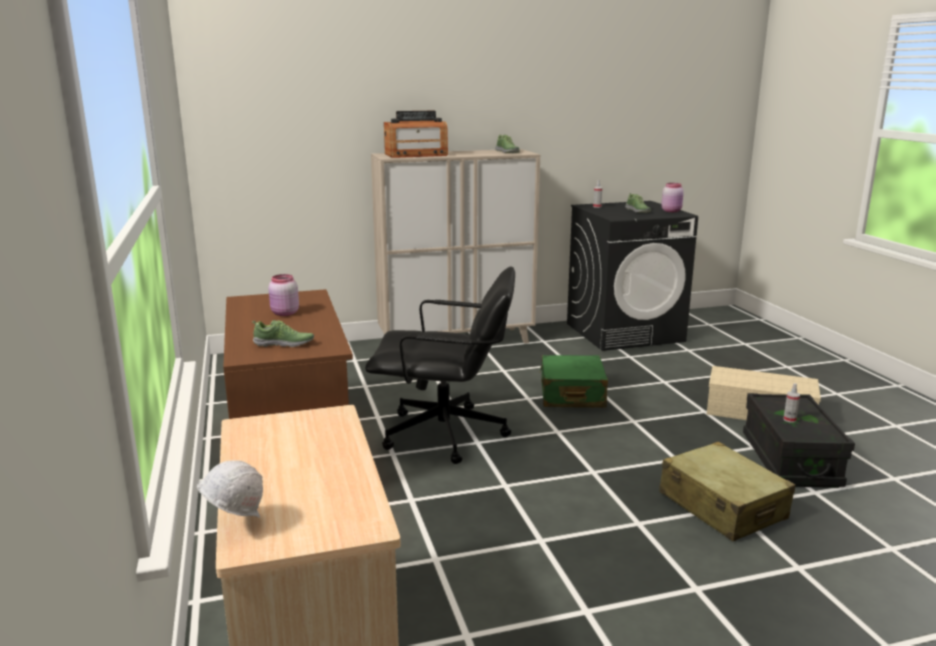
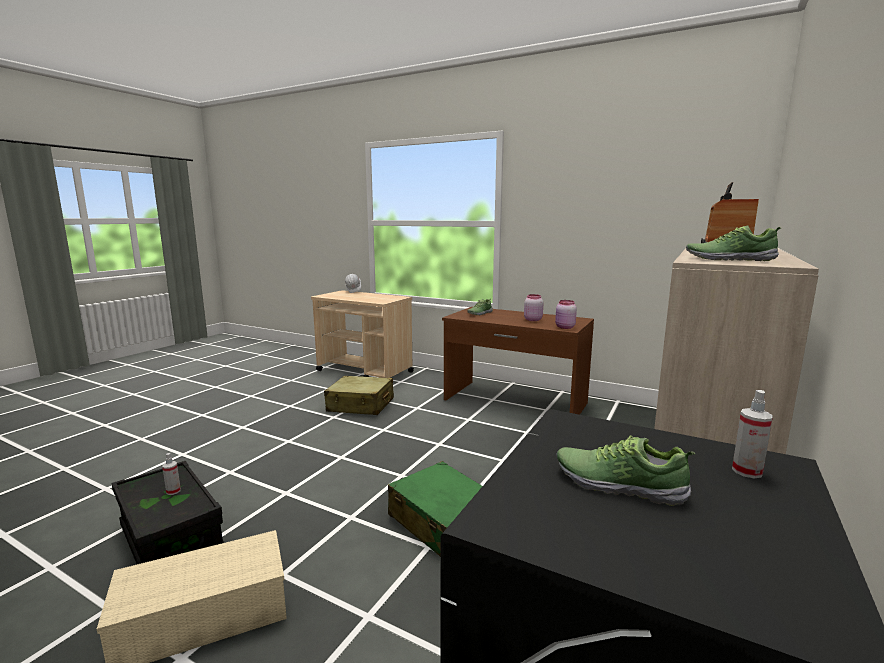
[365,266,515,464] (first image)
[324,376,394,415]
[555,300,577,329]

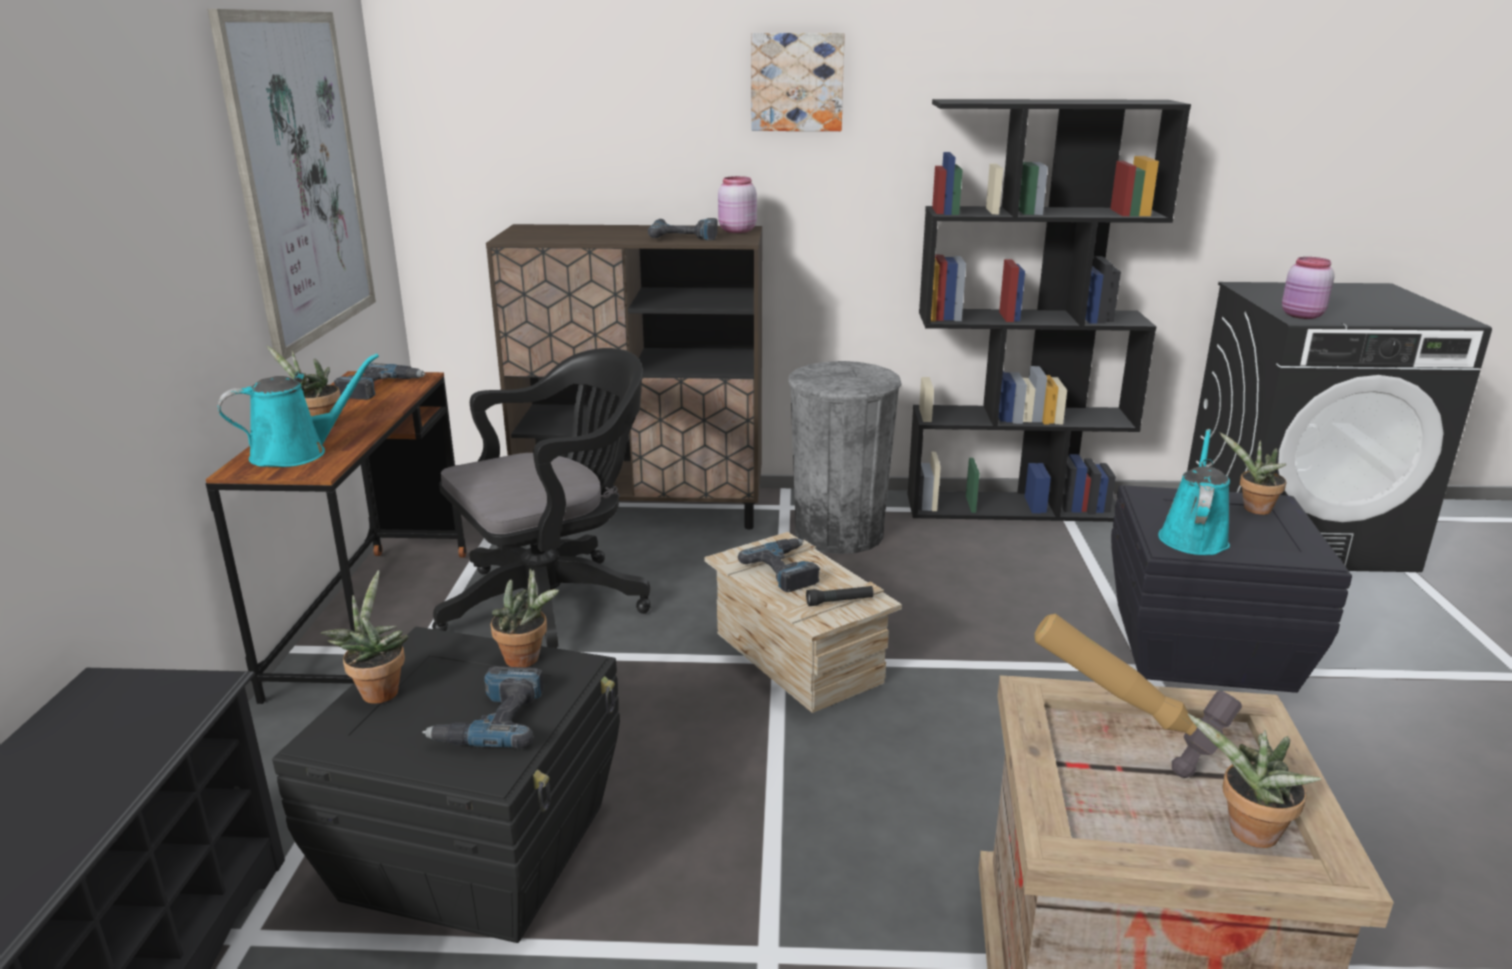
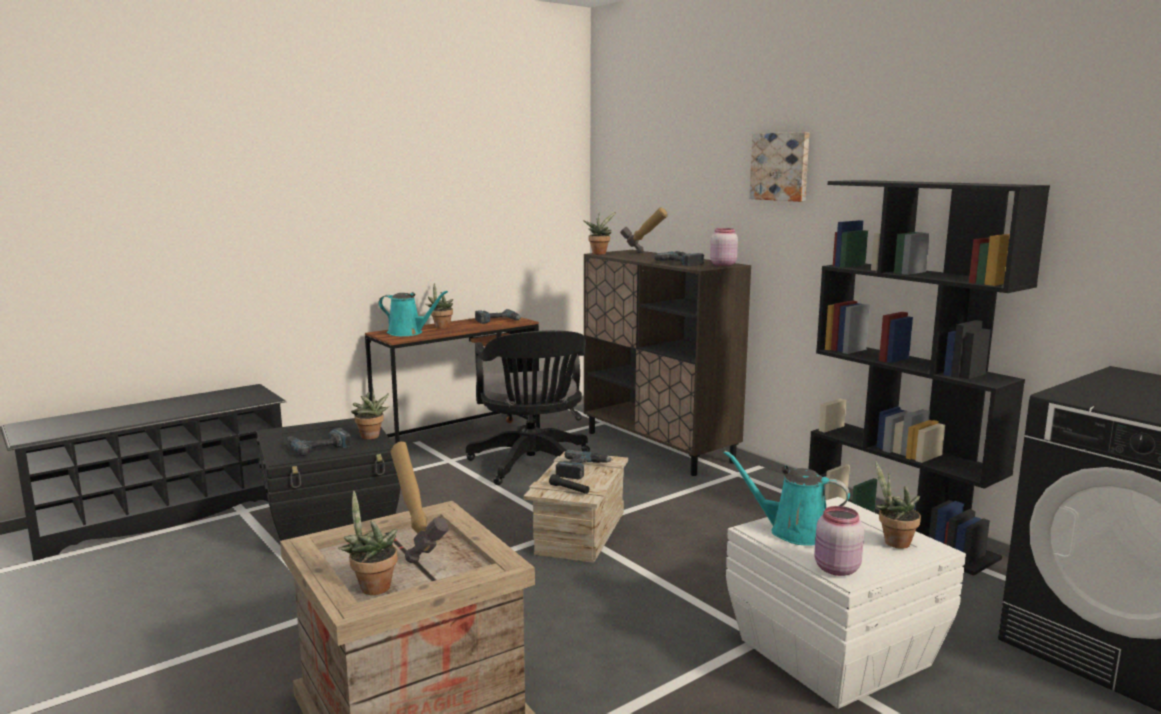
[208,9,376,361] (first image)
[788,361,901,554] (first image)
[620,207,668,253]
[583,212,616,254]
[814,506,864,576]
[726,497,966,709]
[466,330,590,485]
[724,451,850,546]

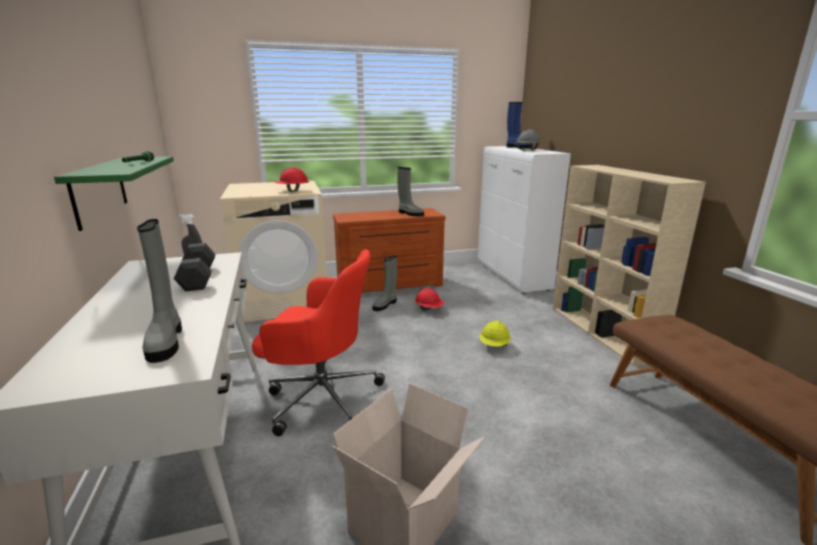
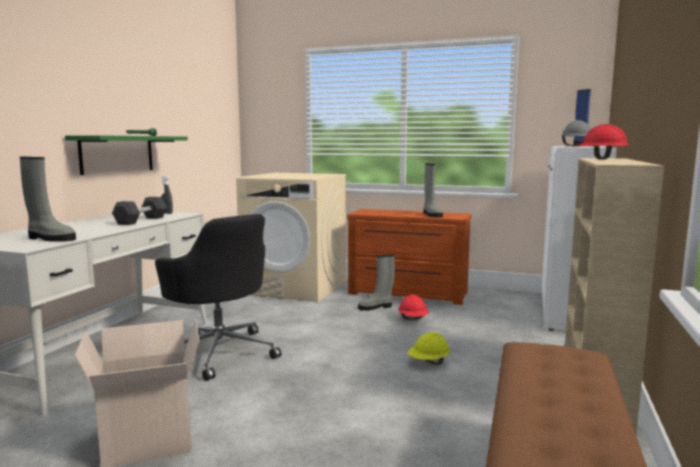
[574,124,629,159]
[155,214,281,381]
[20,157,76,242]

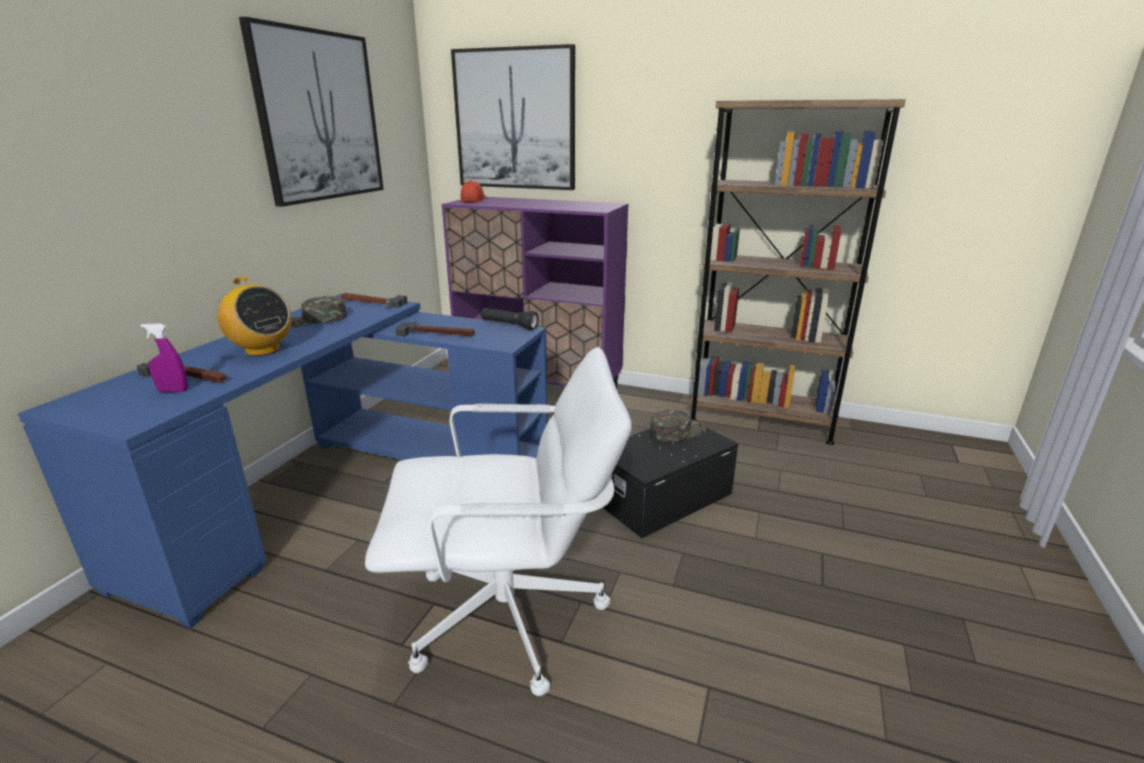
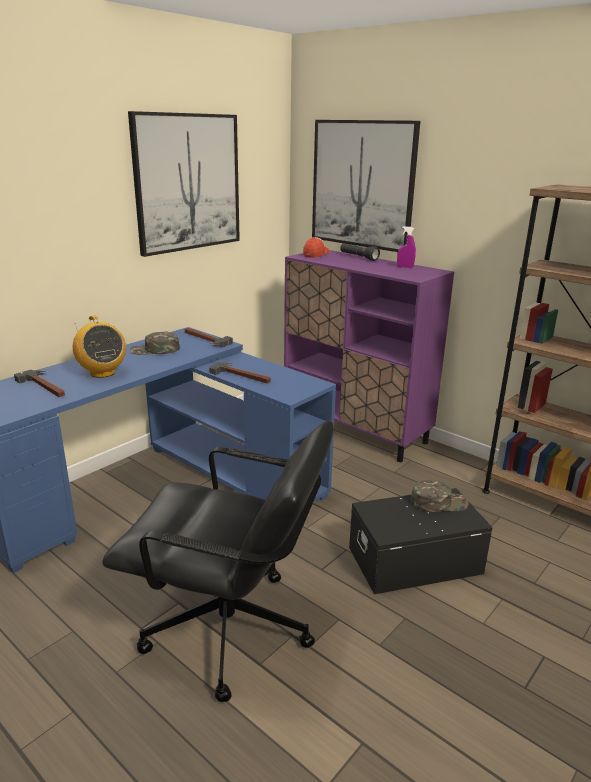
[397,226,416,268]
[340,244,380,261]
[102,420,334,702]

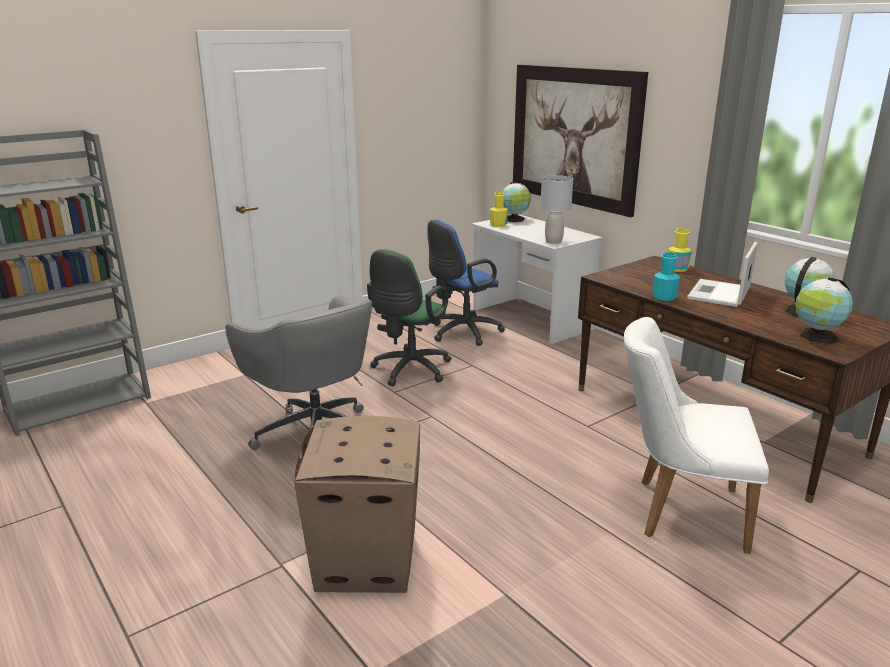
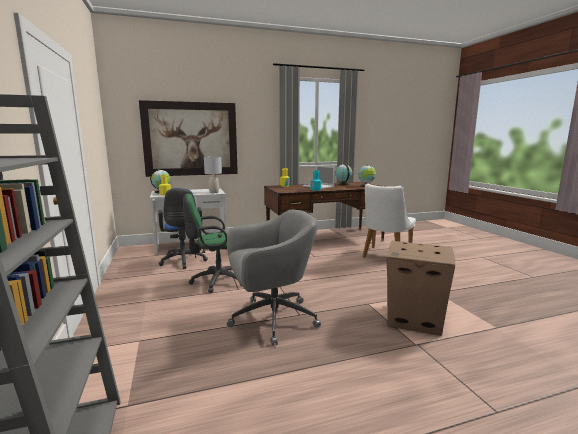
[183,194,241,293]

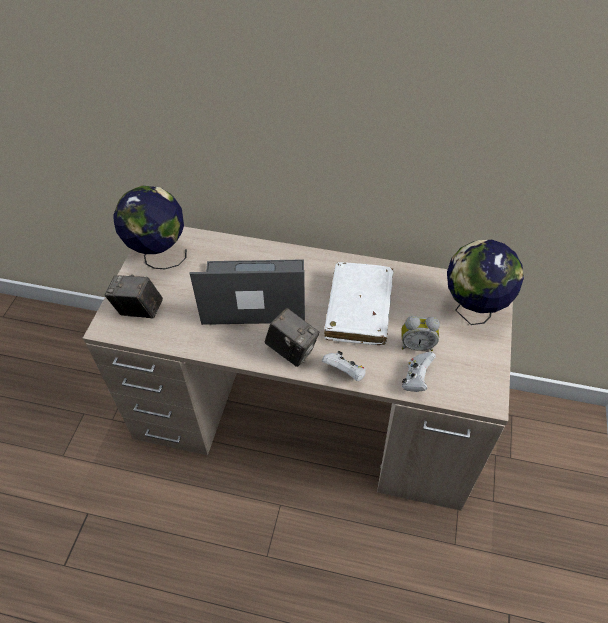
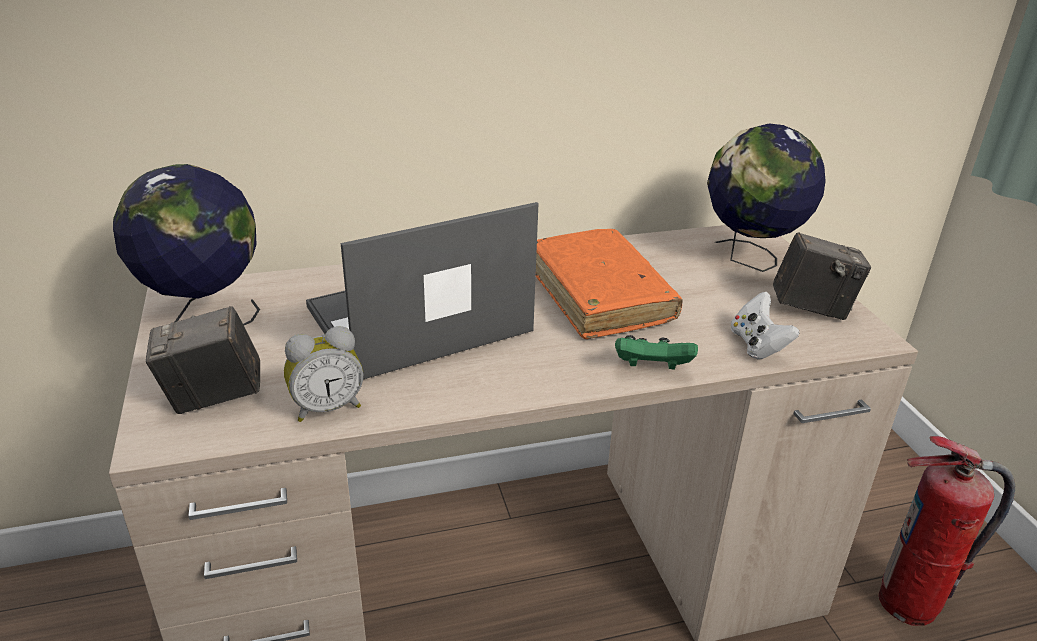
[879,436,1015,626]
[773,232,871,320]
[284,326,363,422]
[615,335,698,370]
[536,229,683,339]

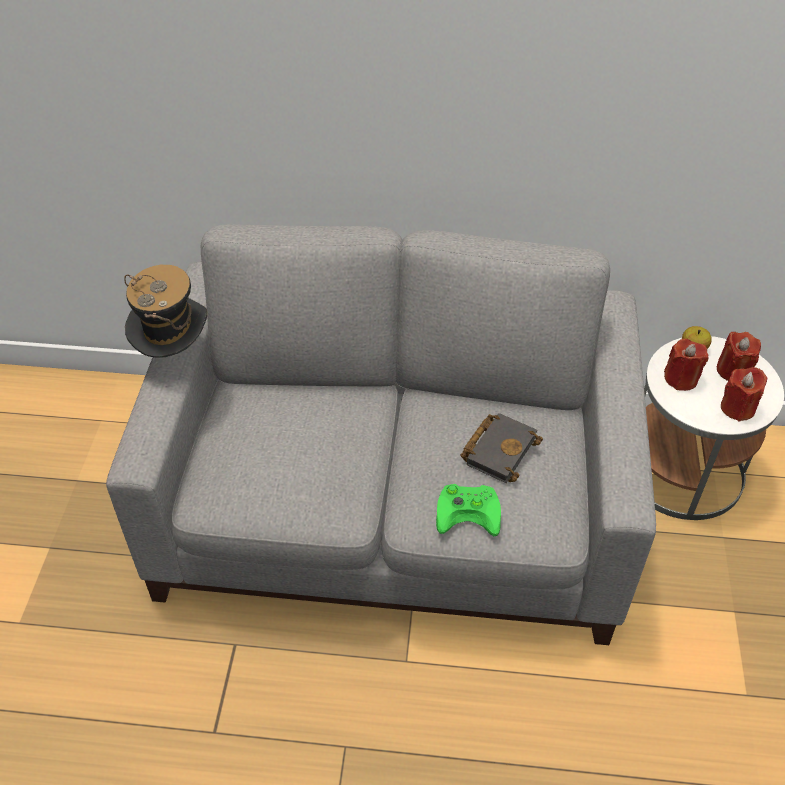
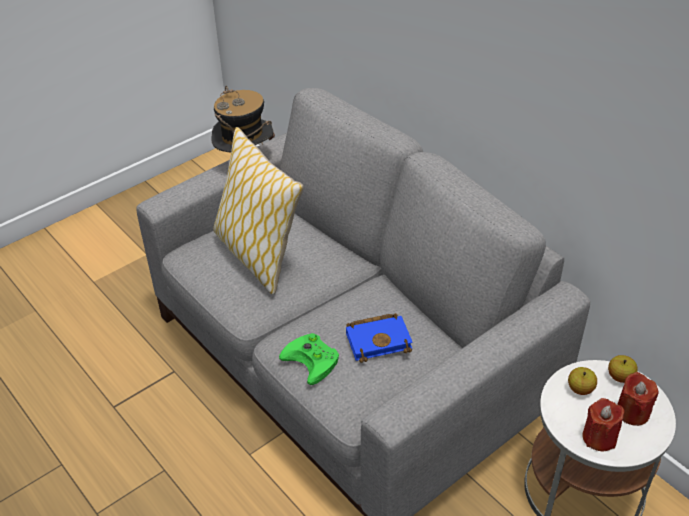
[213,127,304,294]
[568,367,597,395]
[346,313,413,363]

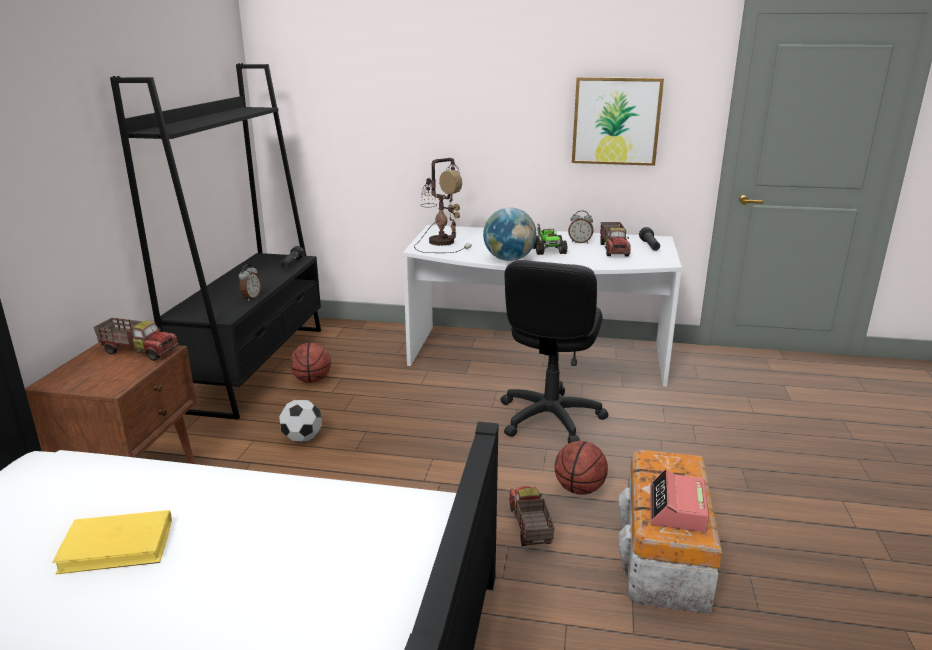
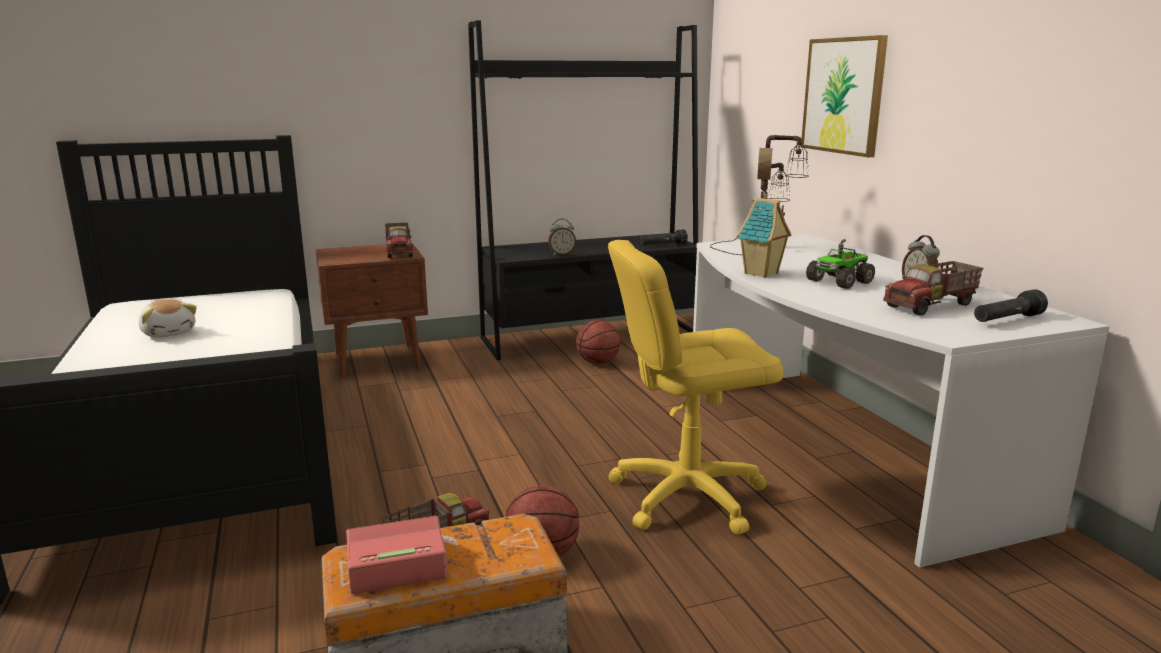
[279,400,322,442] (first image)
[801,35,888,157]
[139,299,197,338]
[737,197,791,278]
[608,240,783,534]

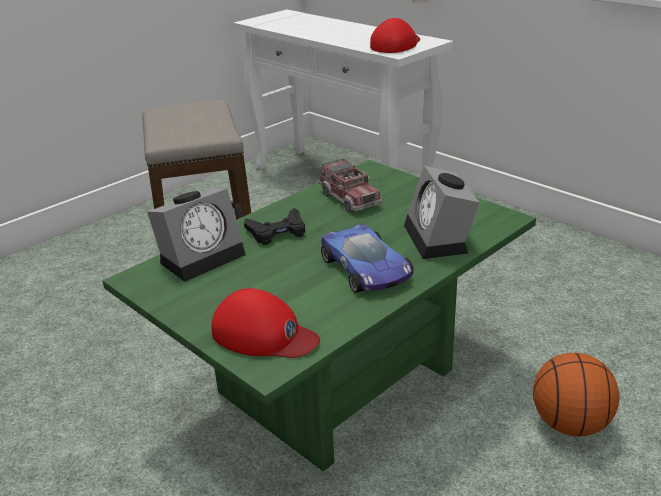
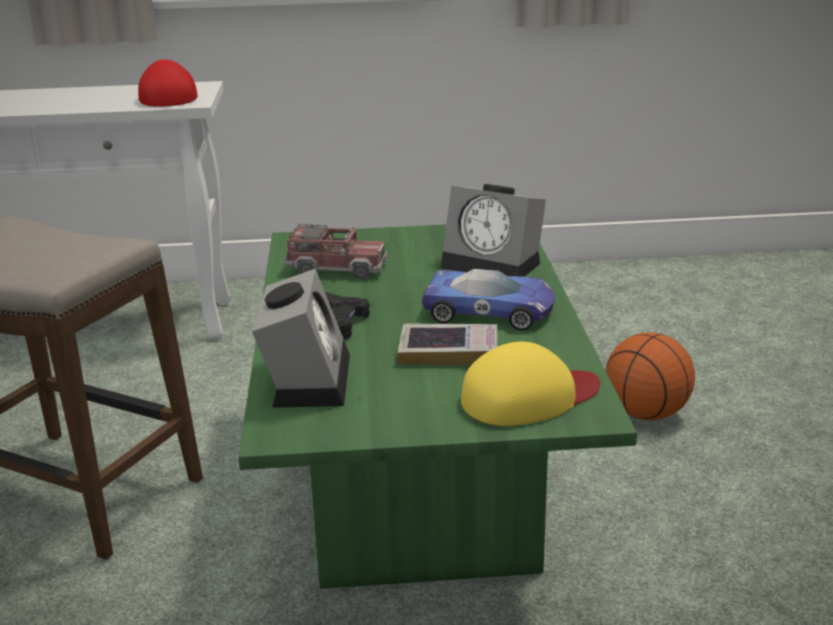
[397,323,497,365]
[461,342,600,426]

